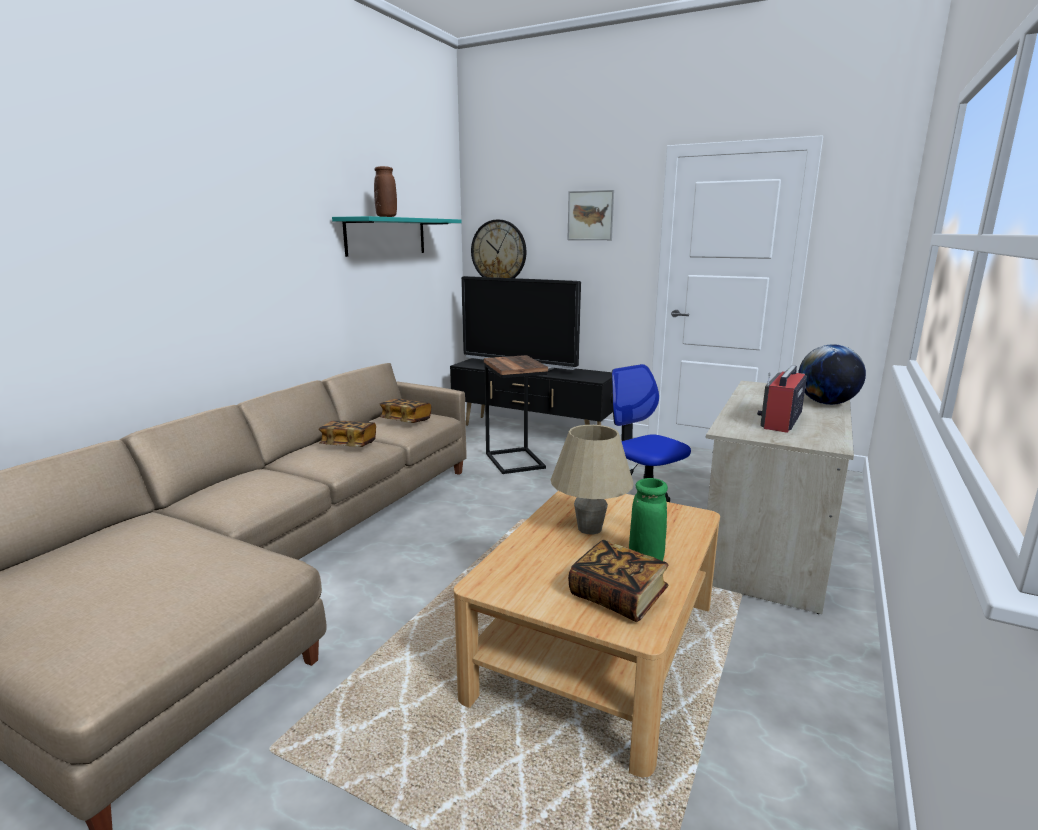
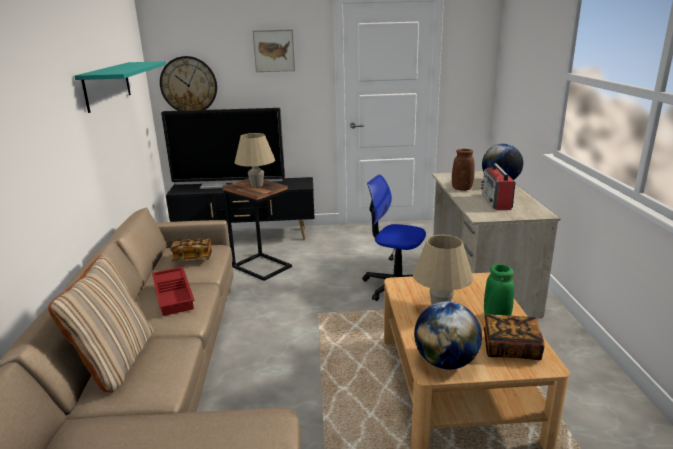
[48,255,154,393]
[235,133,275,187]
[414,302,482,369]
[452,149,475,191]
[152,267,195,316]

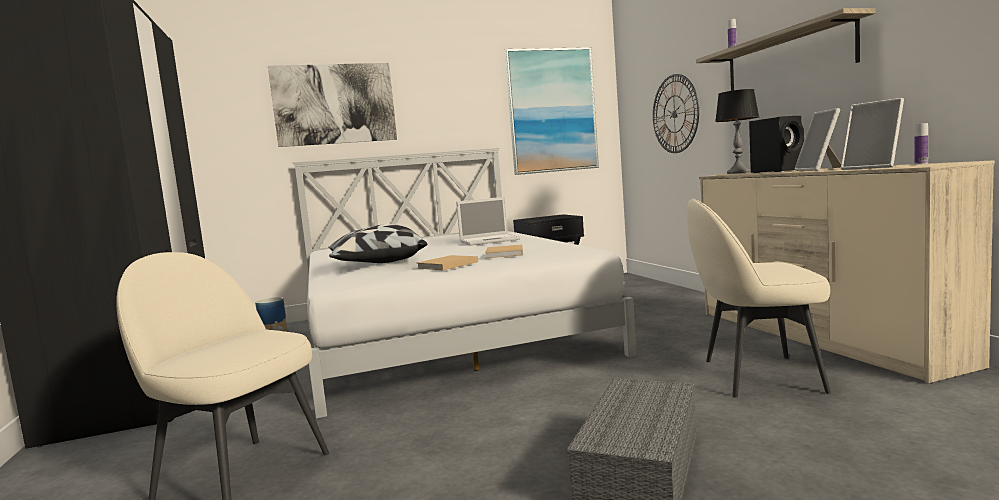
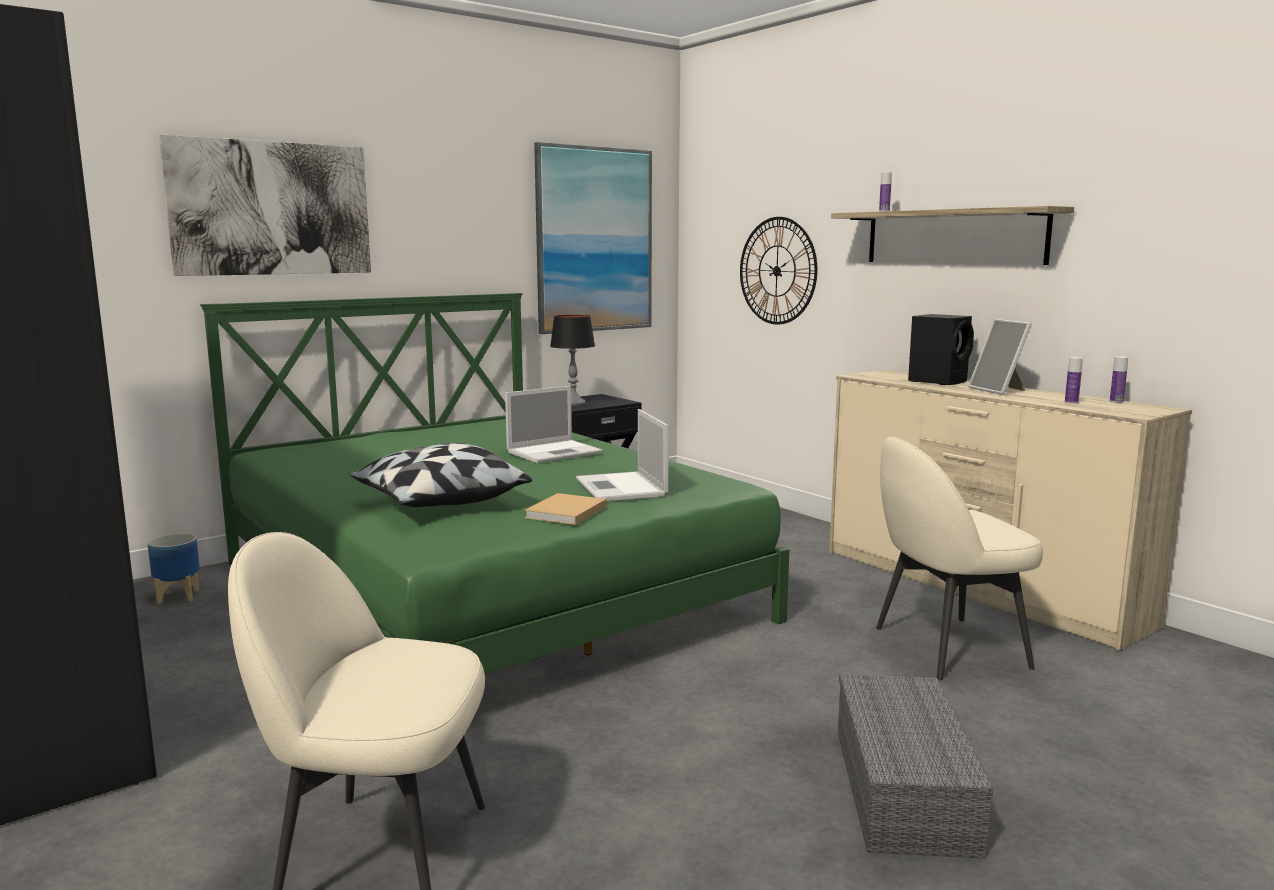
[550,315,595,406]
[576,409,669,501]
[1065,357,1083,404]
[200,293,789,674]

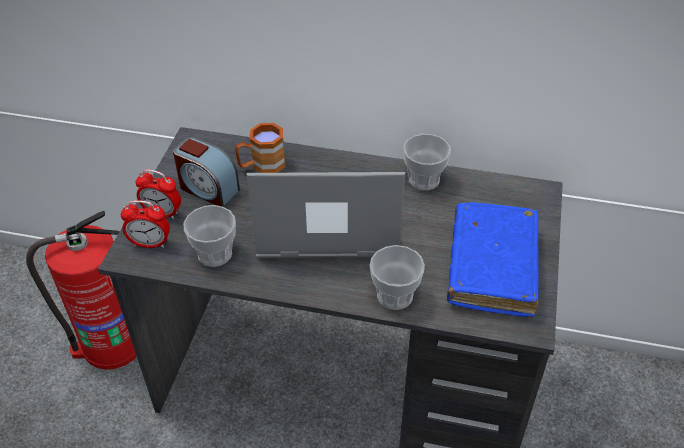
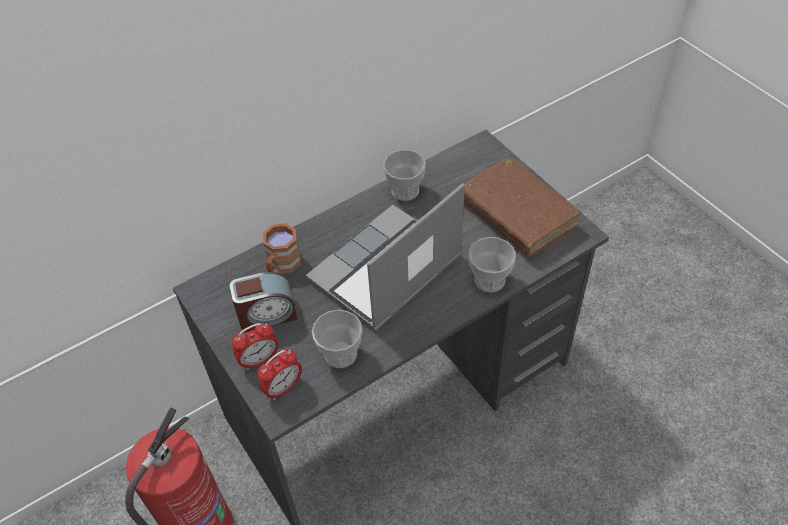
[464,157,580,257]

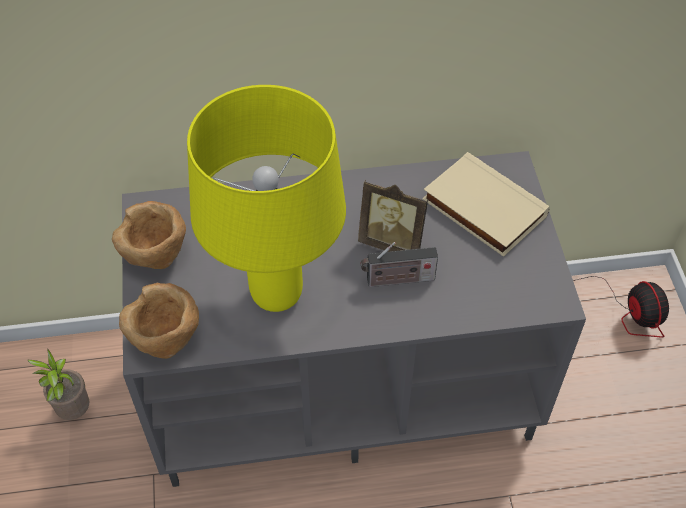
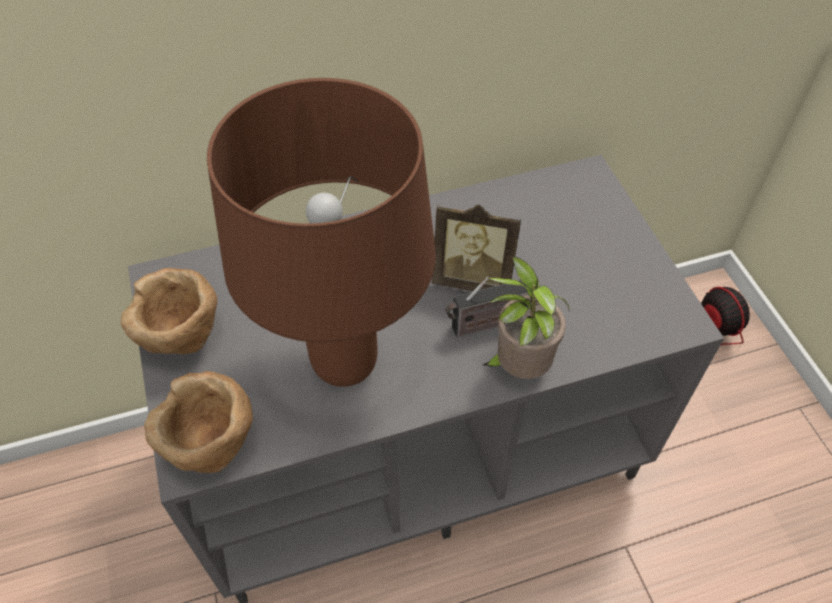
[422,152,550,257] (first image)
[483,256,569,379]
[207,78,436,387]

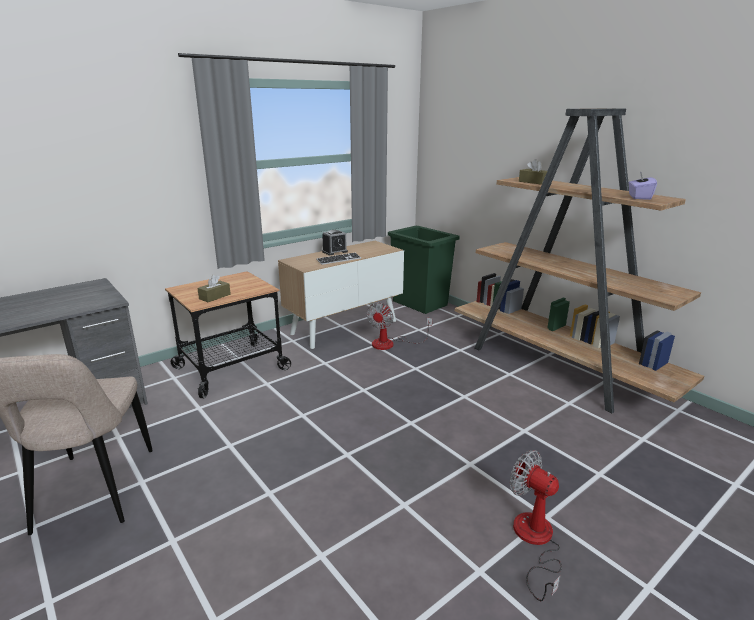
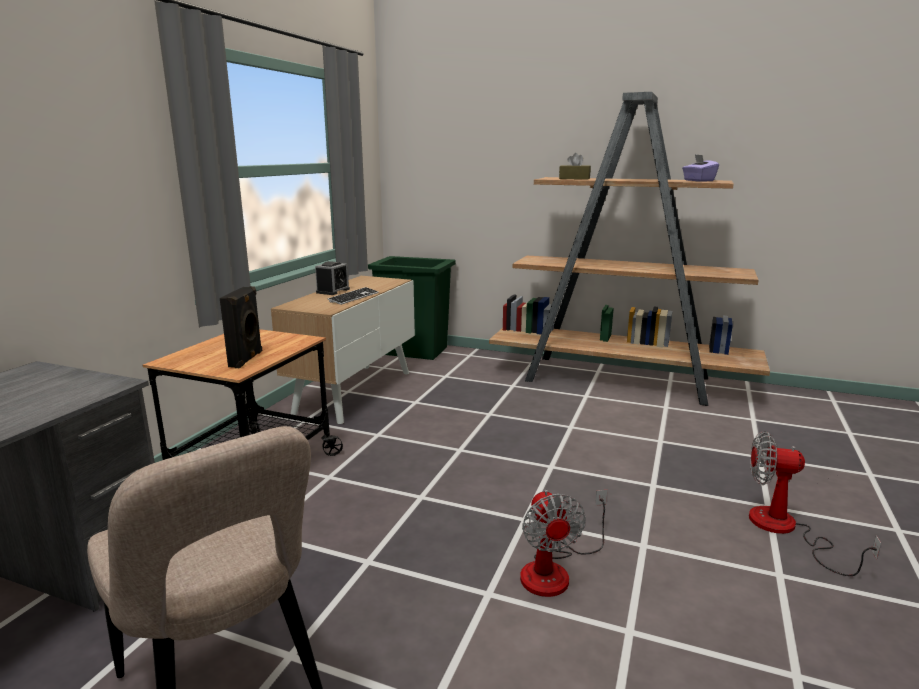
[520,490,607,597]
[220,286,262,368]

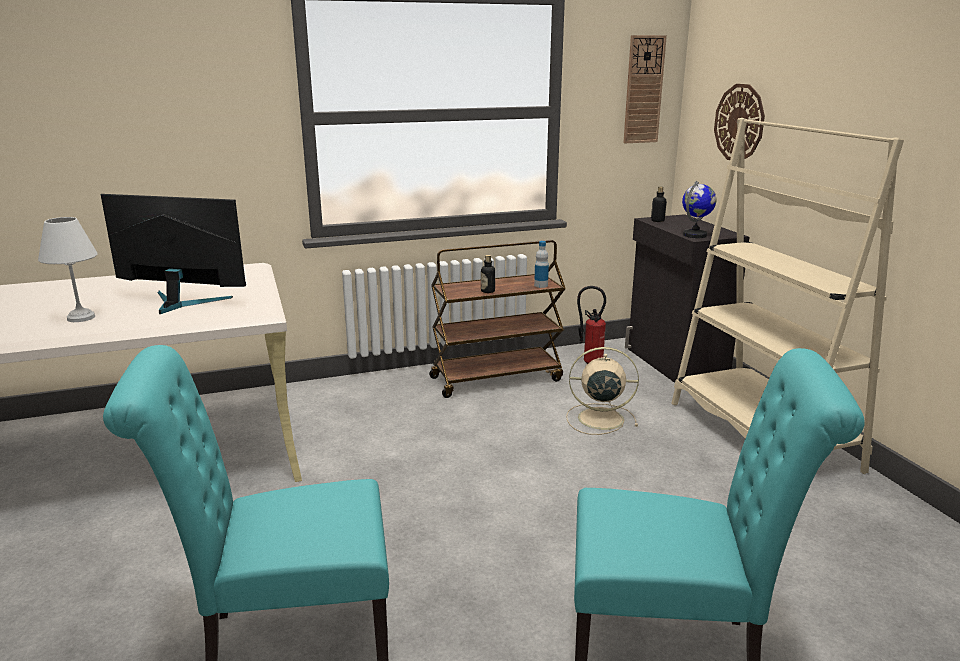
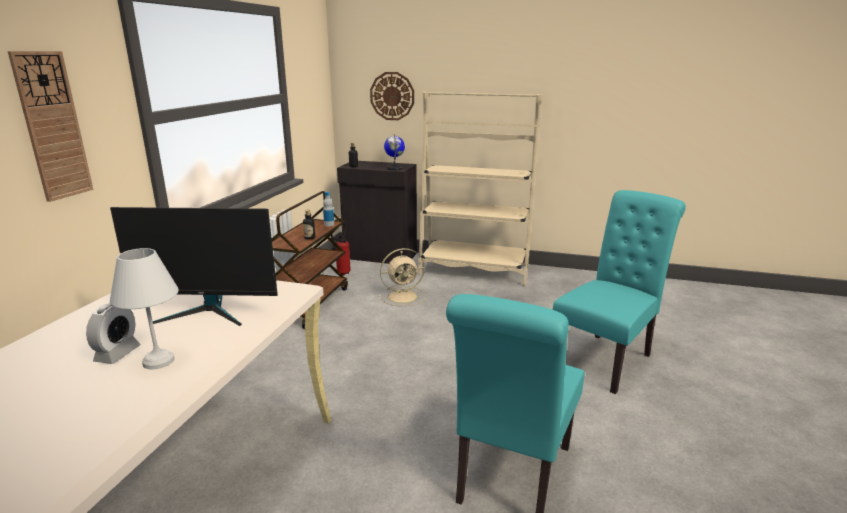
[86,303,141,364]
[8,51,93,202]
[110,207,278,326]
[378,248,426,306]

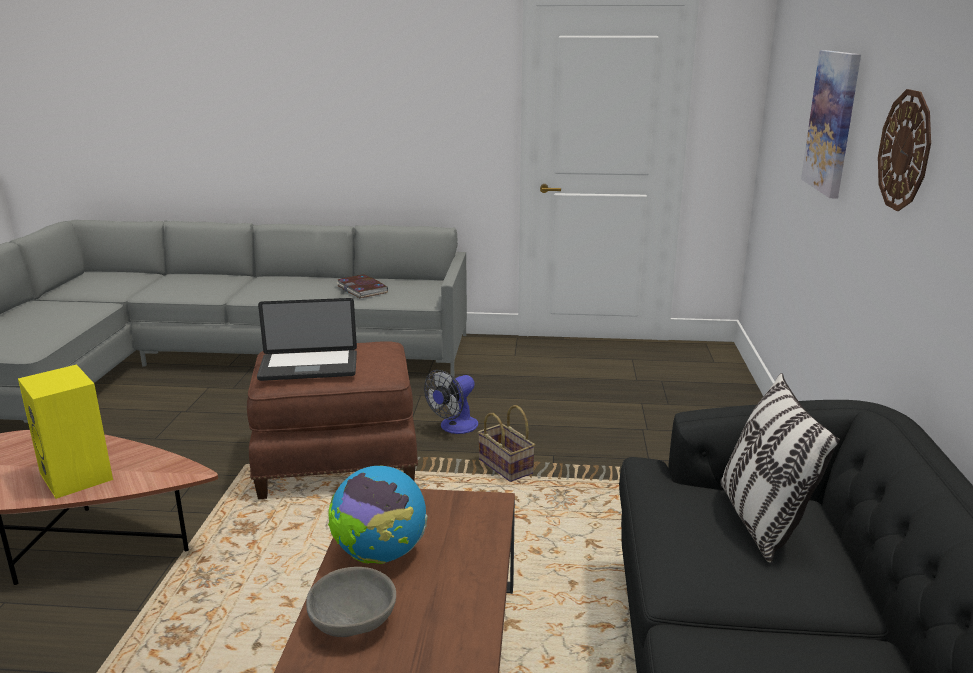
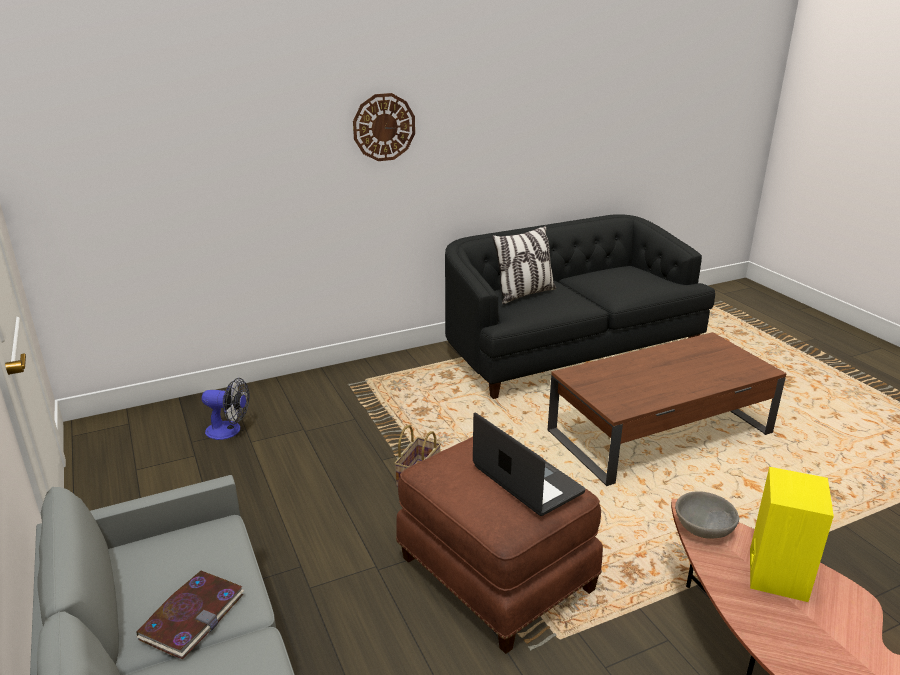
[328,466,427,564] (first image)
[801,50,861,199] (first image)
[675,491,739,539]
[202,378,250,440]

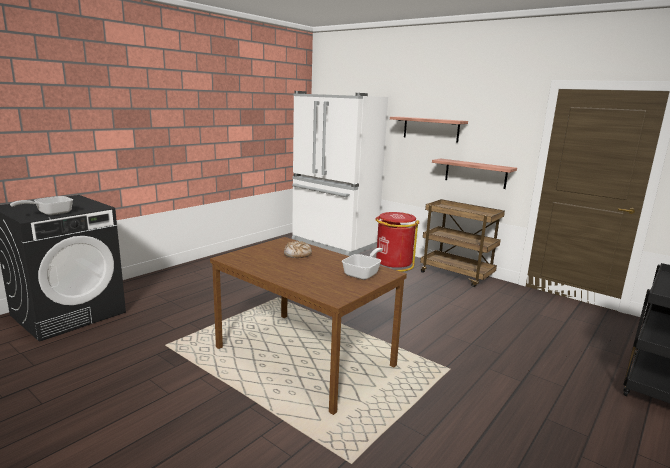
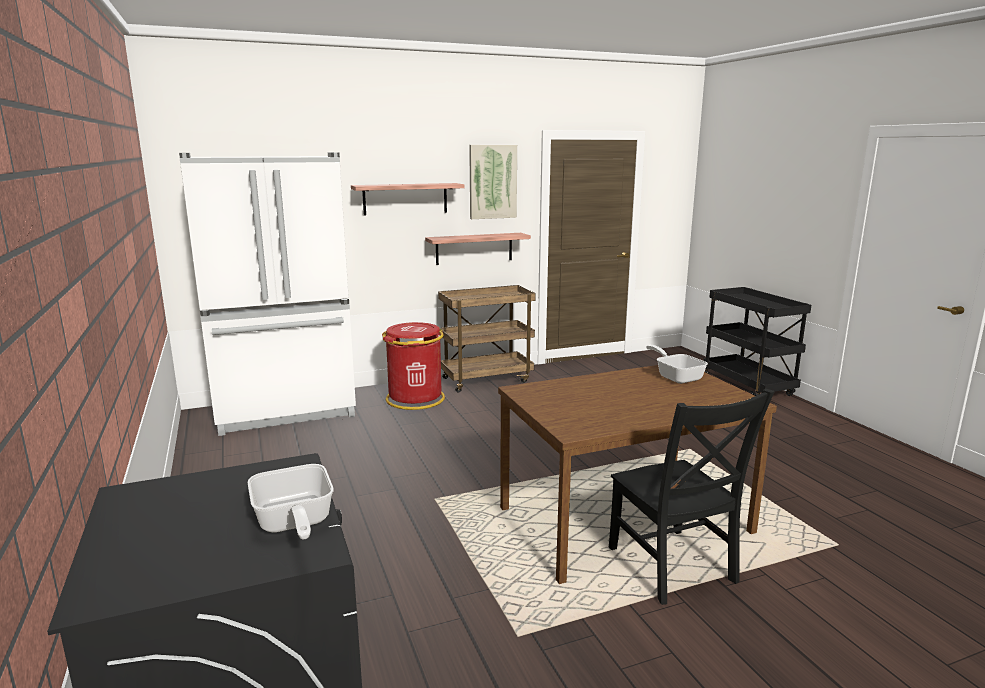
[284,241,312,258] (first image)
[469,145,517,219]
[609,389,775,605]

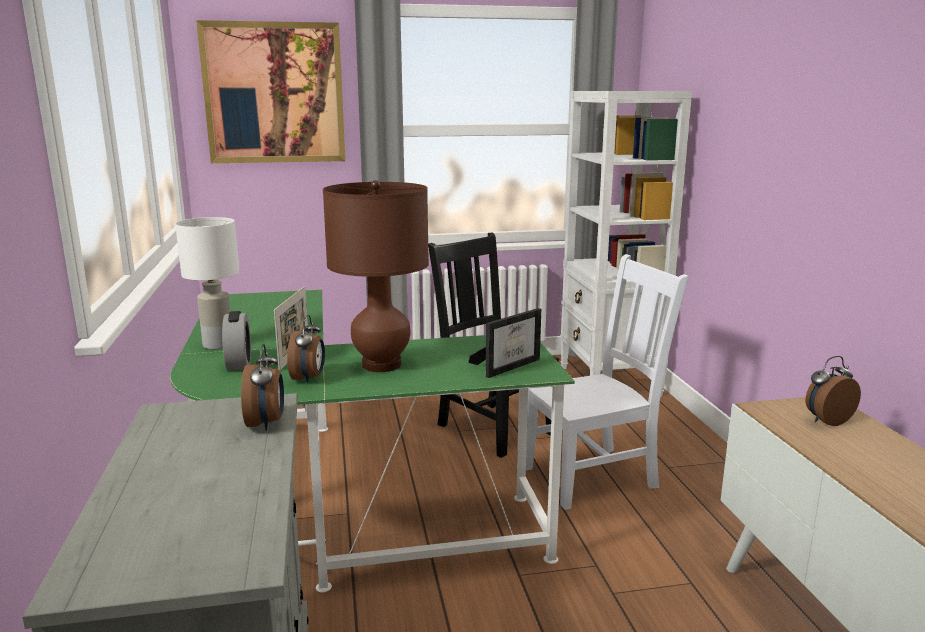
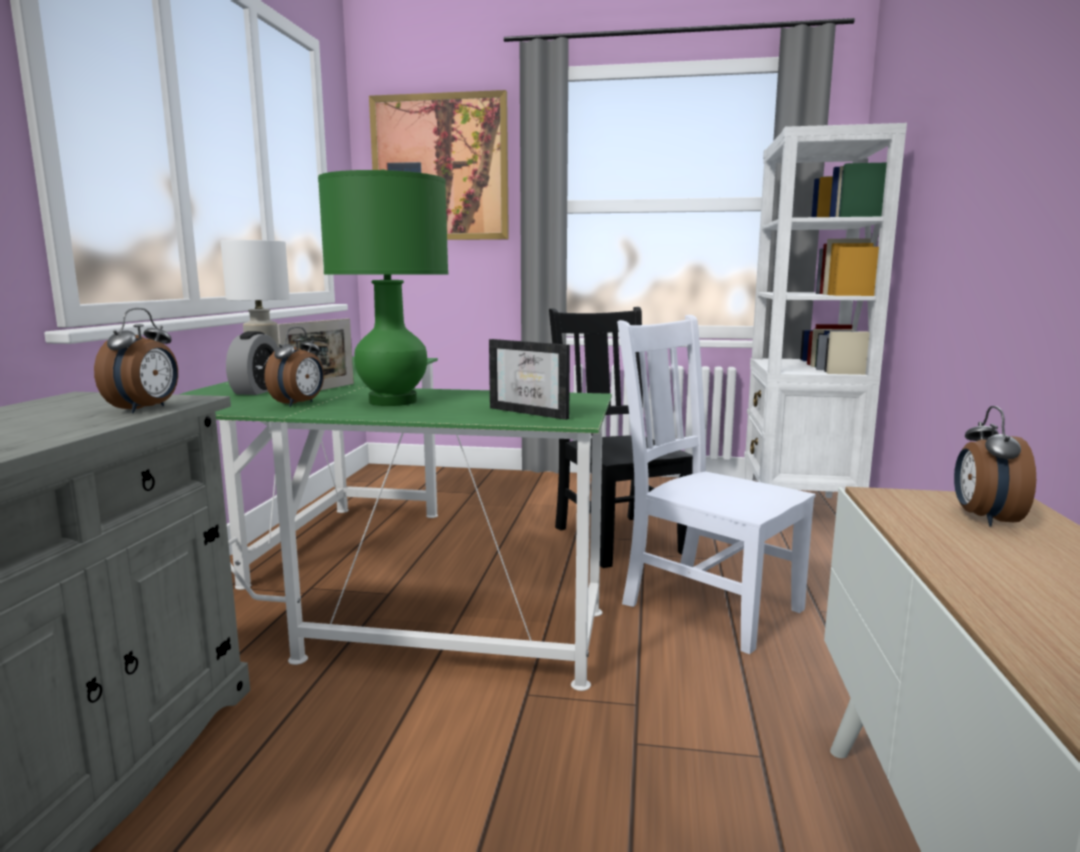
[318,169,448,406]
[489,339,570,420]
[617,315,816,654]
[954,406,1036,526]

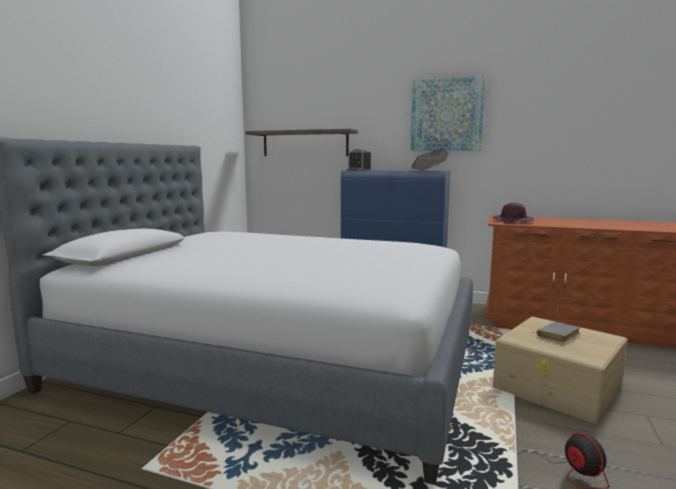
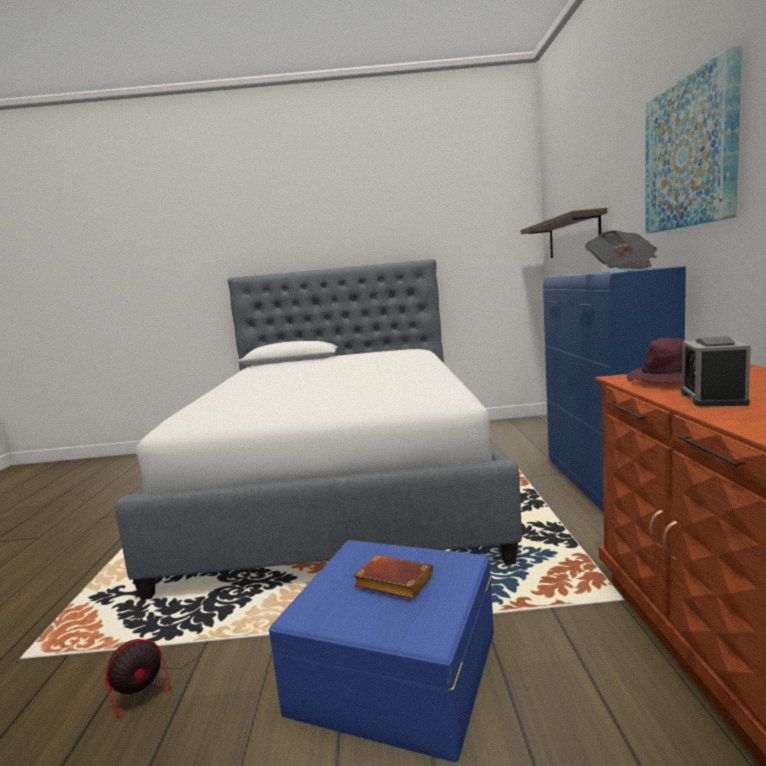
[681,336,751,407]
[269,540,494,762]
[353,555,433,599]

